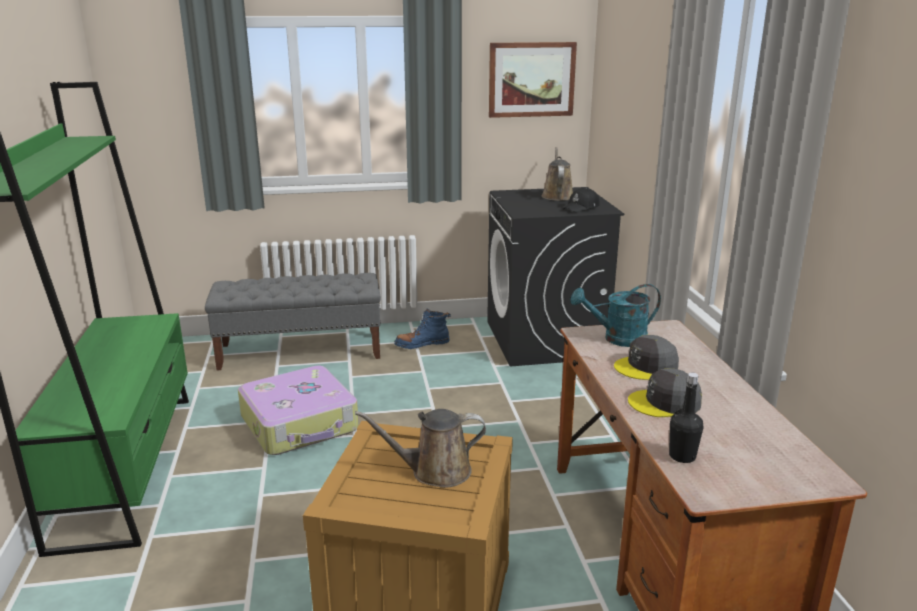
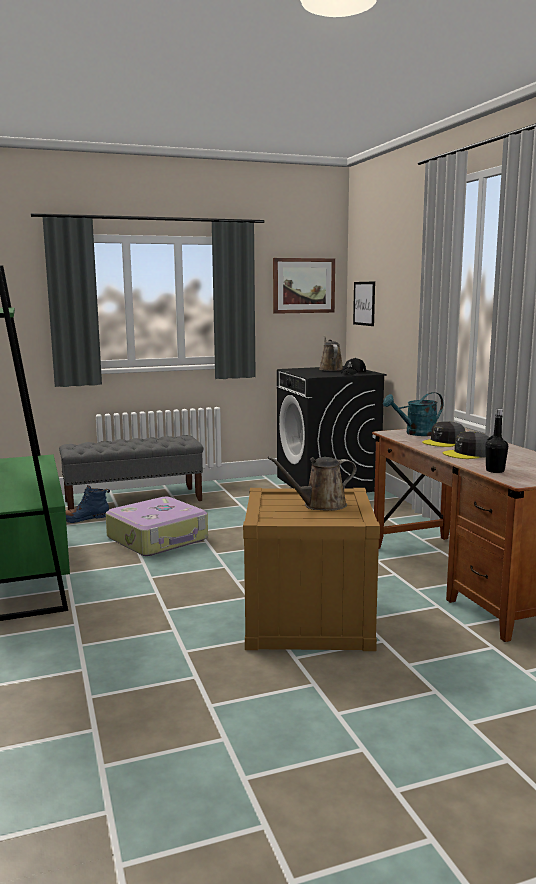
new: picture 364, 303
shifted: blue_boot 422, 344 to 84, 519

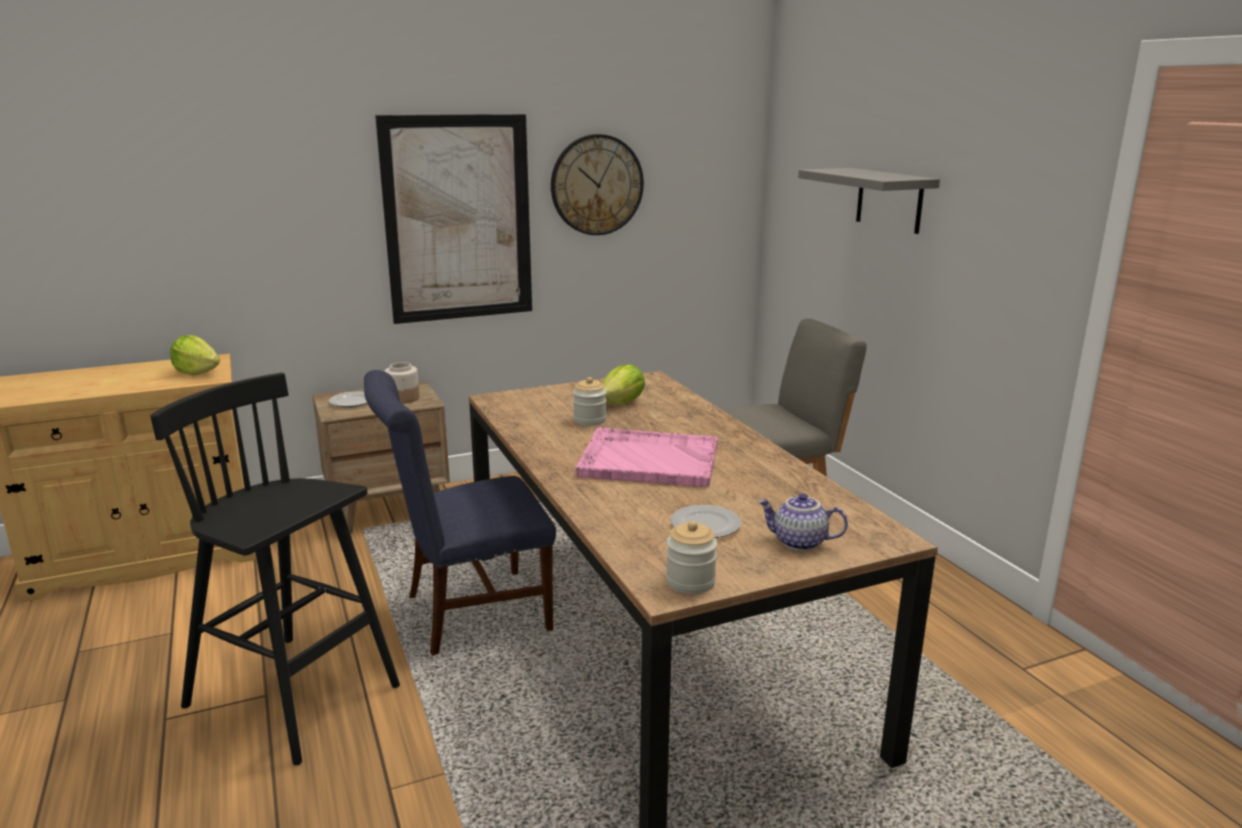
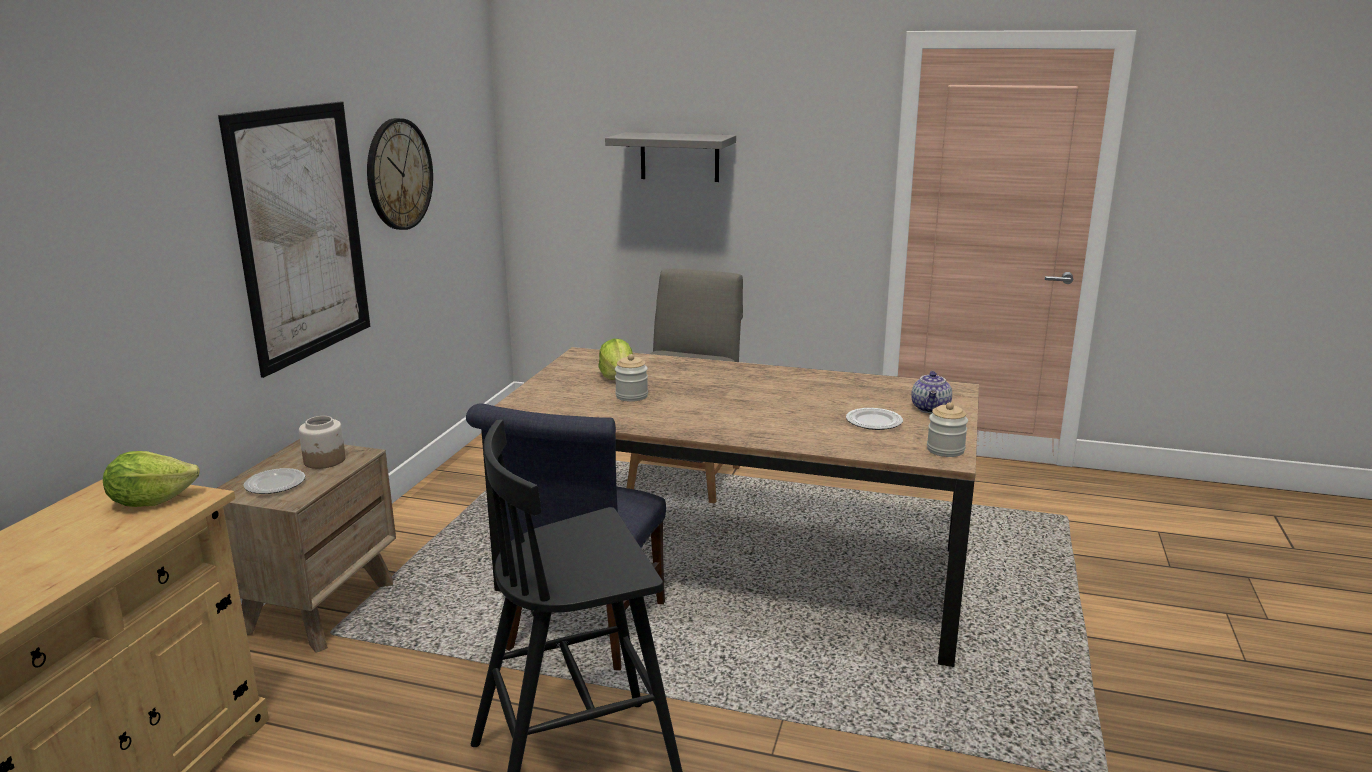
gone: pink_tray 647, 460
rotated: teapot 799, 543 = 931, 409 45 degrees counterclockwise

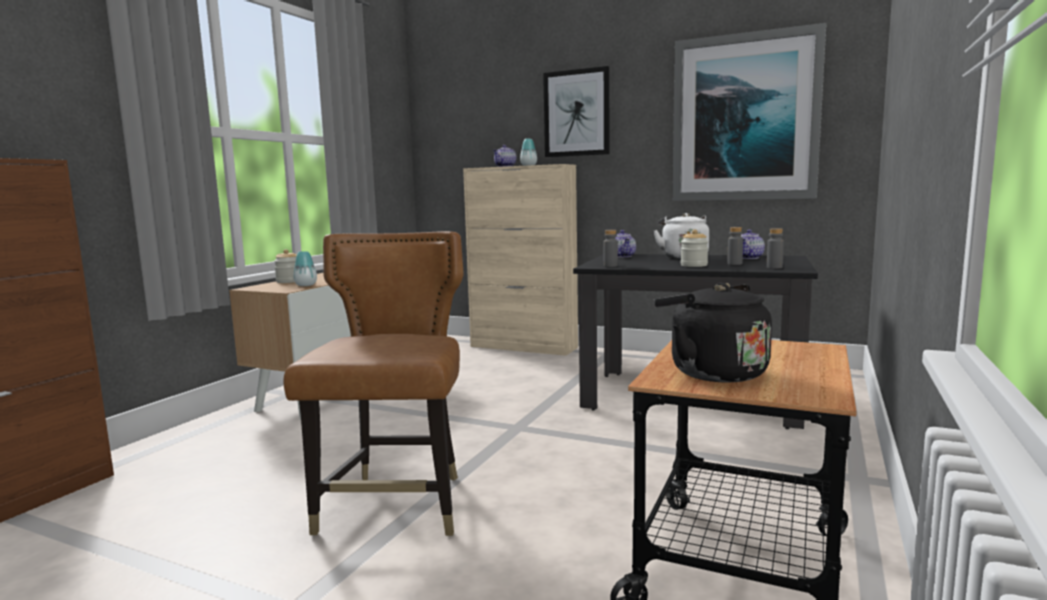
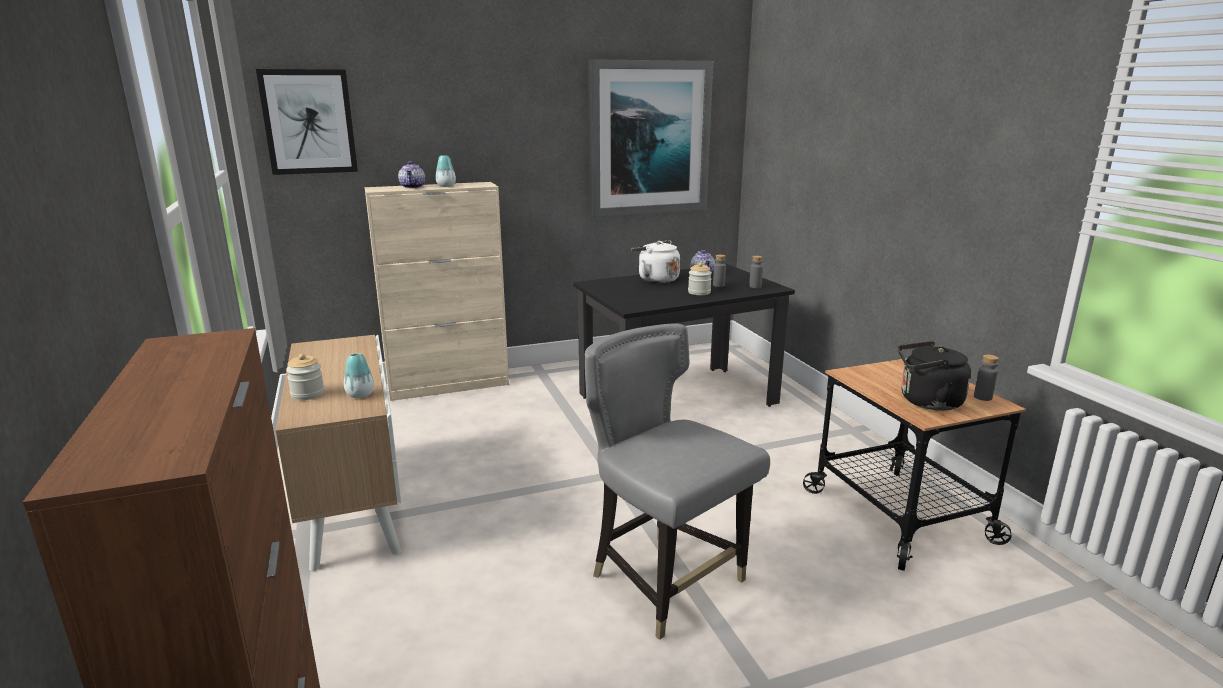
gone: teapot 622, 256
shifted: picture 576, 113 to 309, 122; grey_bottle 610, 266 to 982, 397
repainted: brown_chair 396, 505 to grey_chair 666, 581

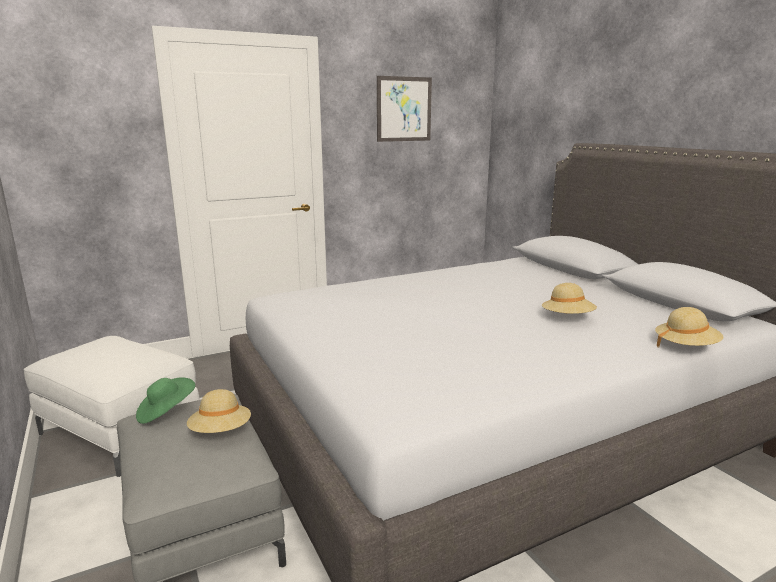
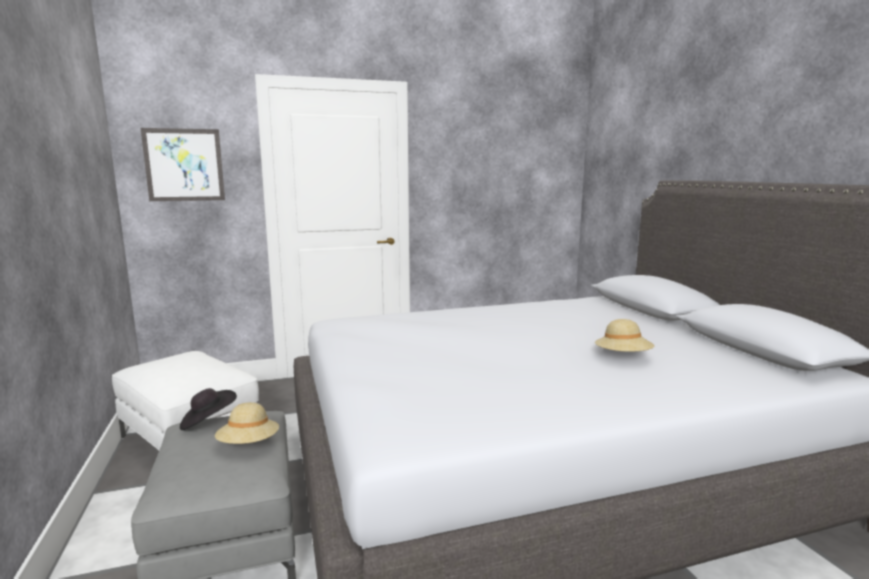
gone: beige_hat 685, 346
shifted: picture 404, 109 to 184, 165
repainted: green_hat 166, 412 to black_hat 208, 422

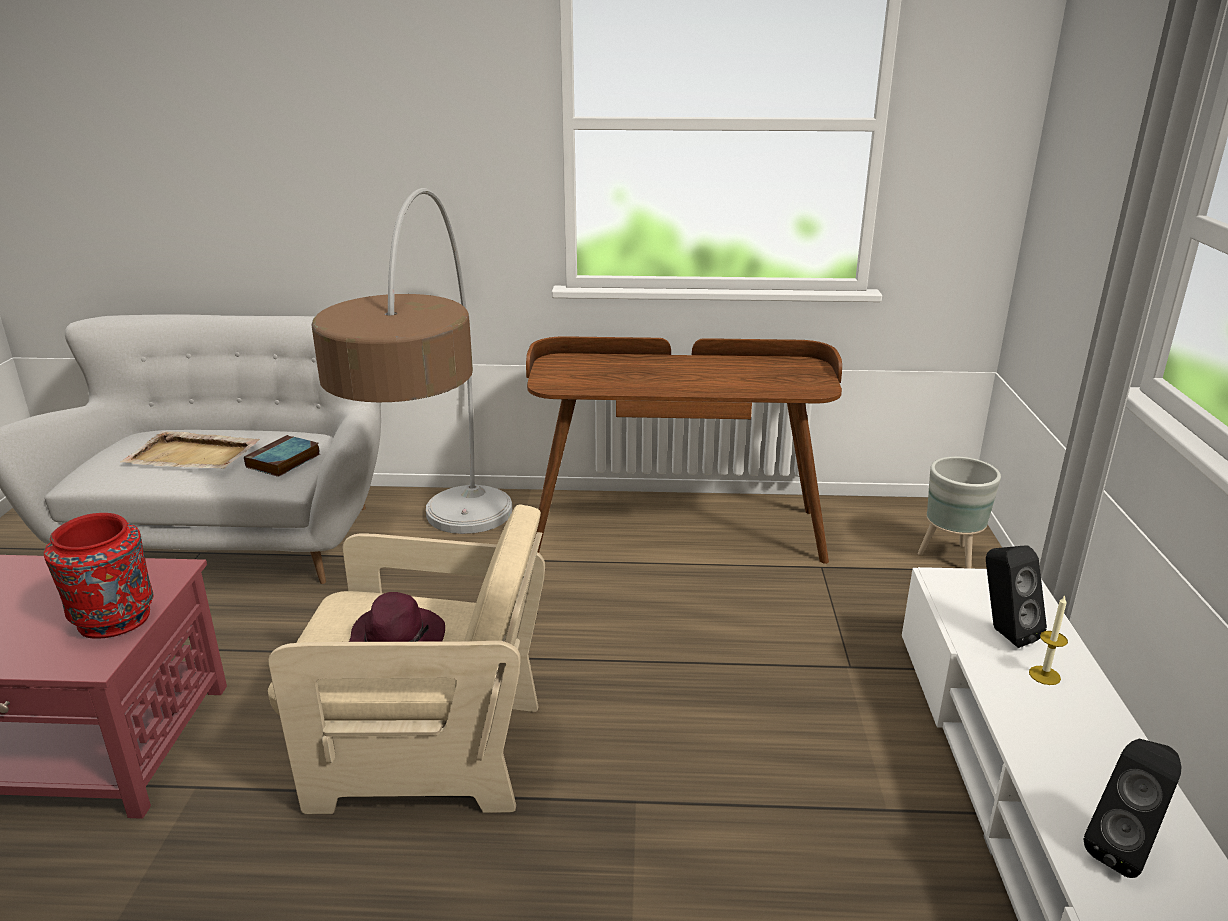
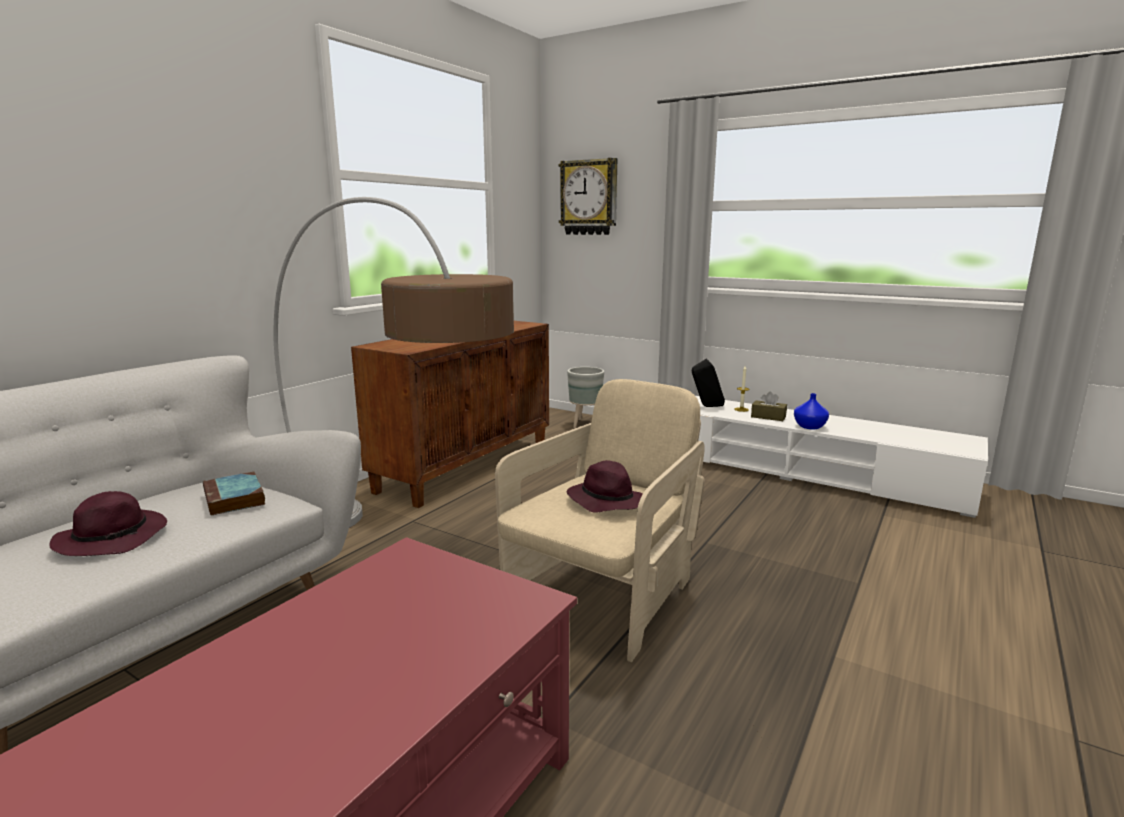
gone: red_vase 114, 620; black_speaker 1124, 850
new: wall_clock 589, 197; brown_tissue_box 768, 417; blue_vase 810, 427
swapped: beige_tray 193, 455 to purple_hat 114, 538; brown_desk 677, 531 to brown_cabinet 466, 466

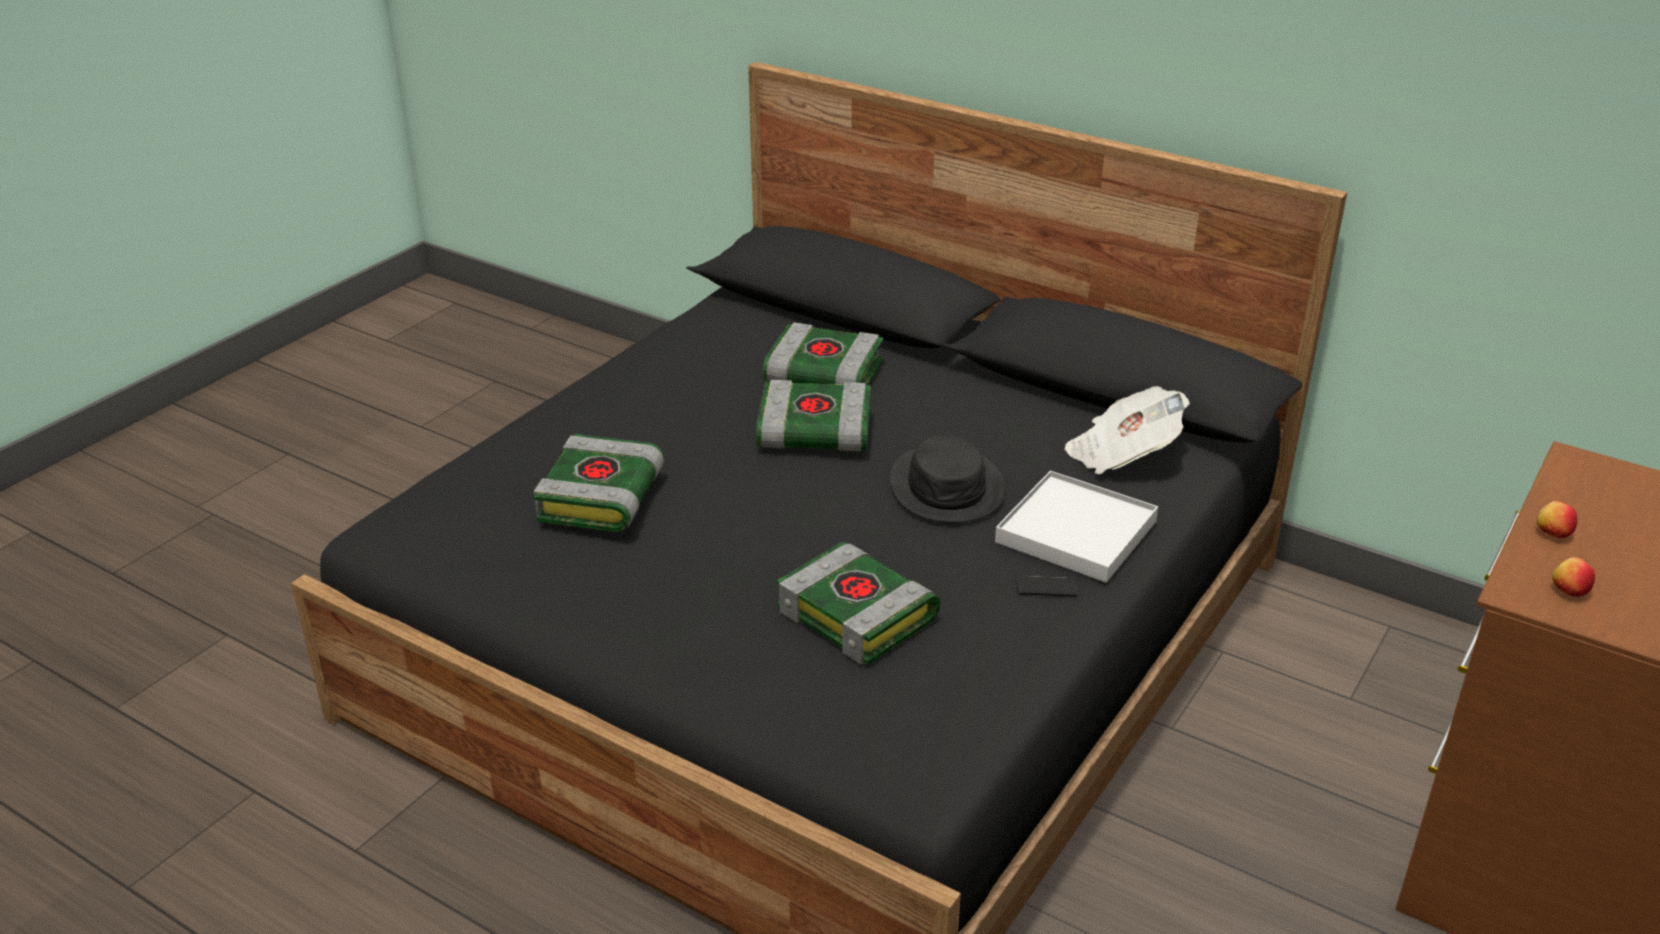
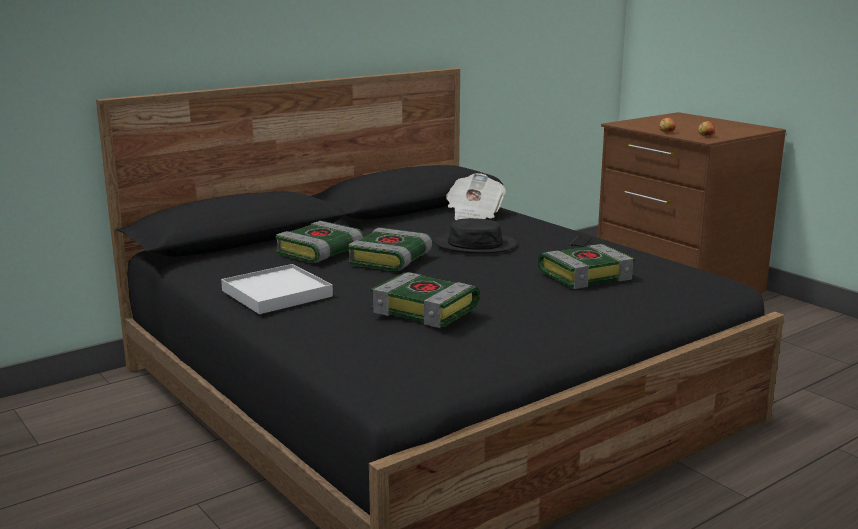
shifted: white_tray 1076, 532 to 277, 293

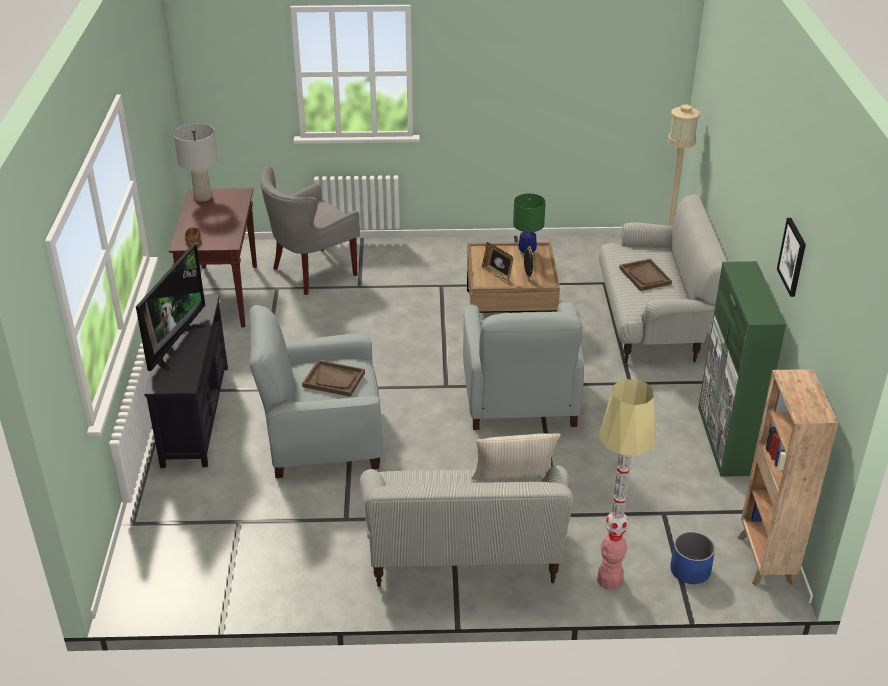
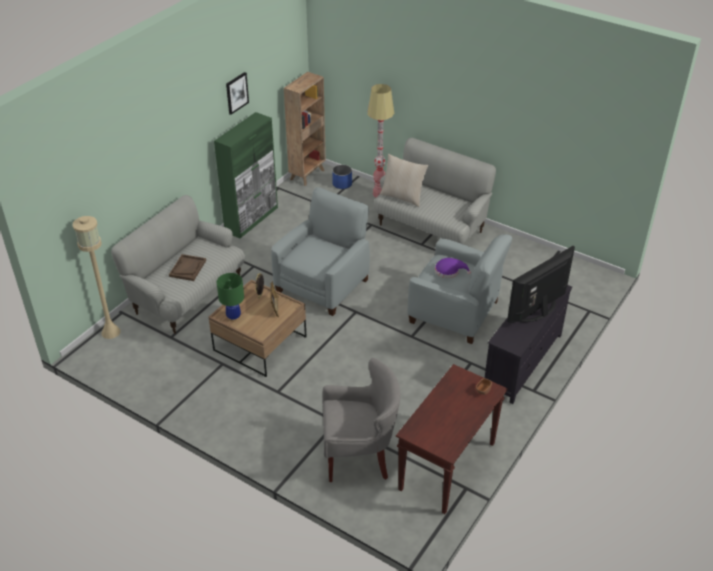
gone: grey_table_lamp 202, 197
swapped: brown_tray 334, 380 to purple_hat 449, 271

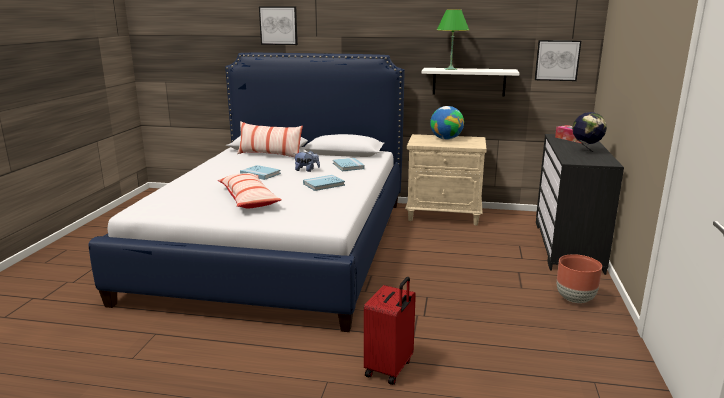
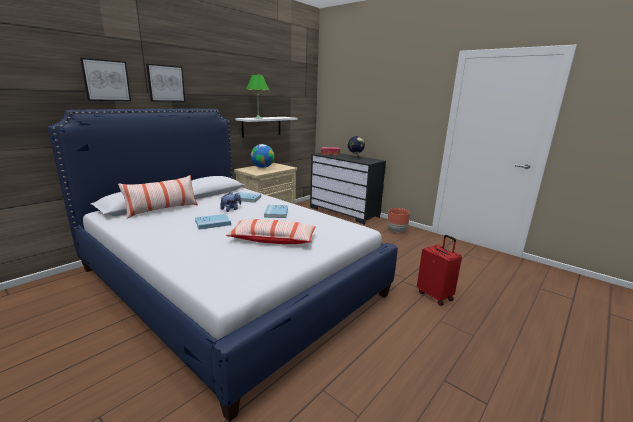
shifted: picture 557, 60 to 165, 83

